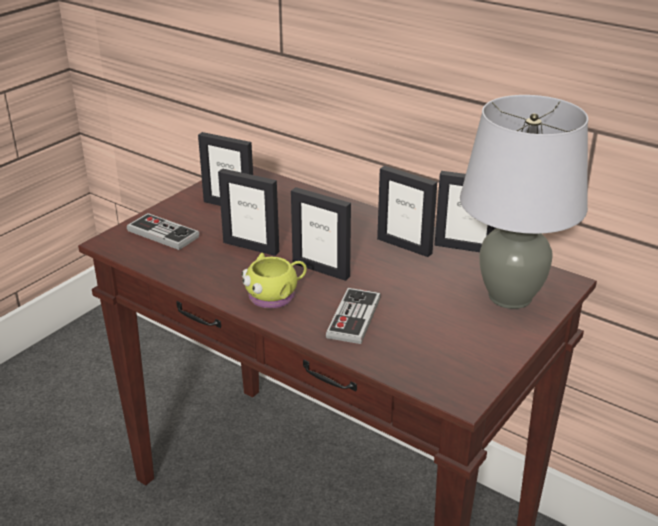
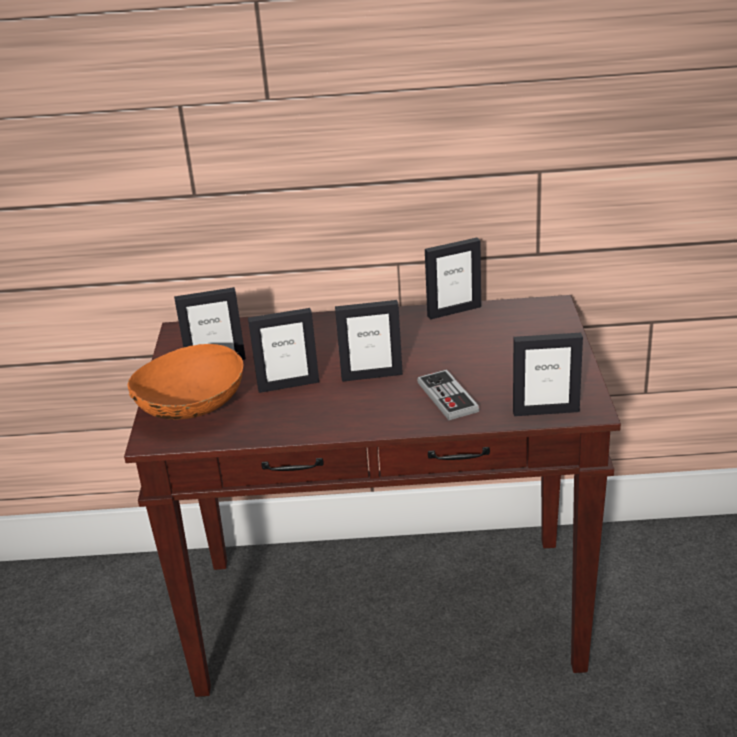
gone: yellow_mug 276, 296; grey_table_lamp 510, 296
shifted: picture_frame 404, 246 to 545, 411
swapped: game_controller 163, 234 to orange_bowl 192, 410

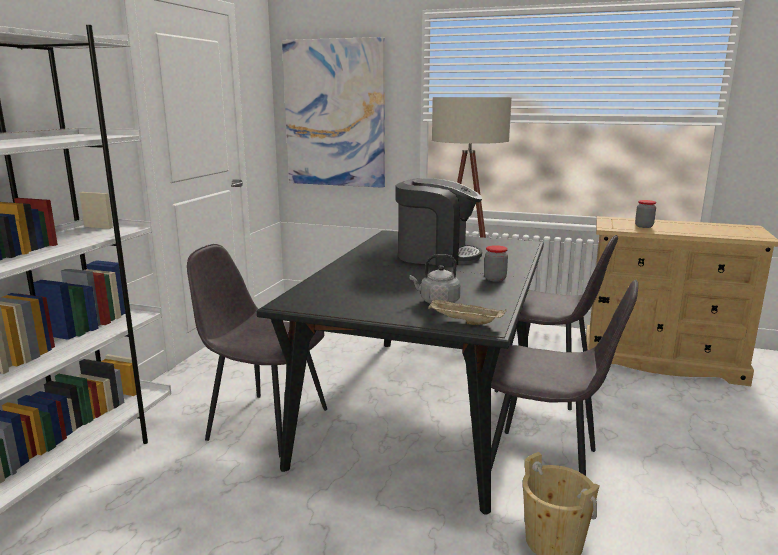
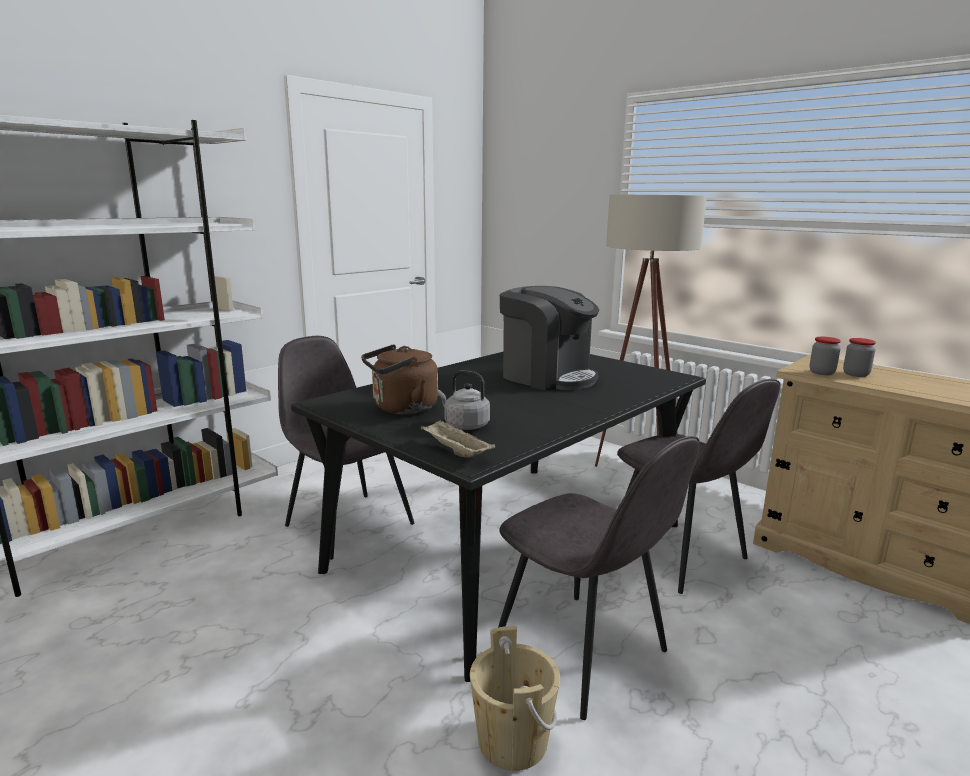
gone: picture 335, 114
new: brown_kettle 401, 408
shifted: jar 495, 279 to 821, 373

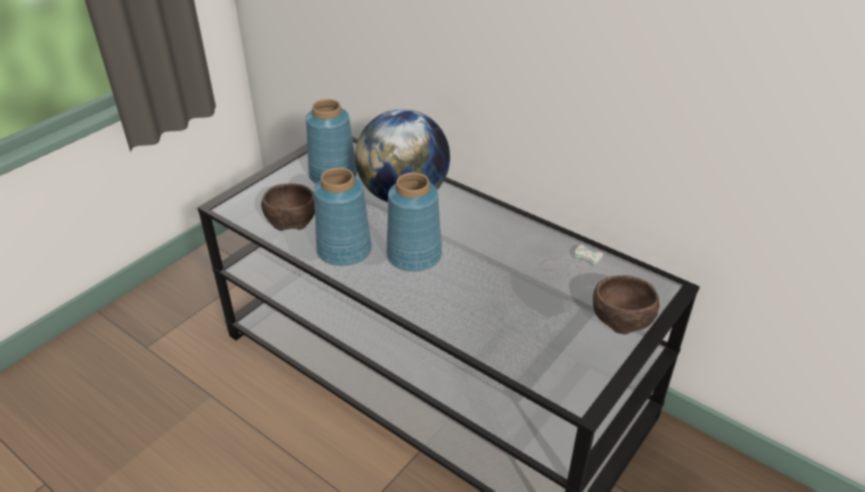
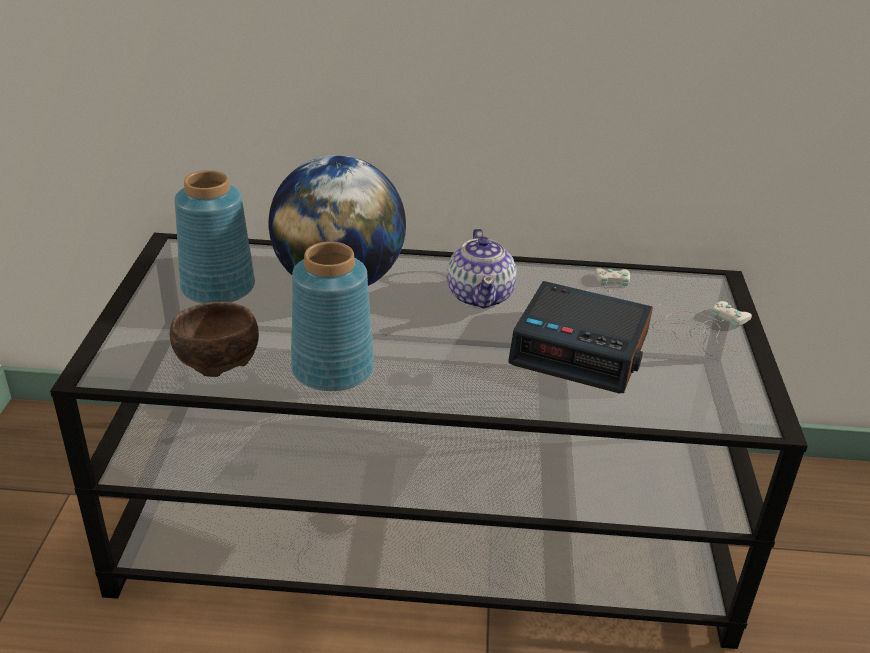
gone: blue_vase 414, 255
new: teapot 480, 296; alarm_clock 581, 349
swapped: brown_bowl 620, 317 to white_game_controller 708, 325

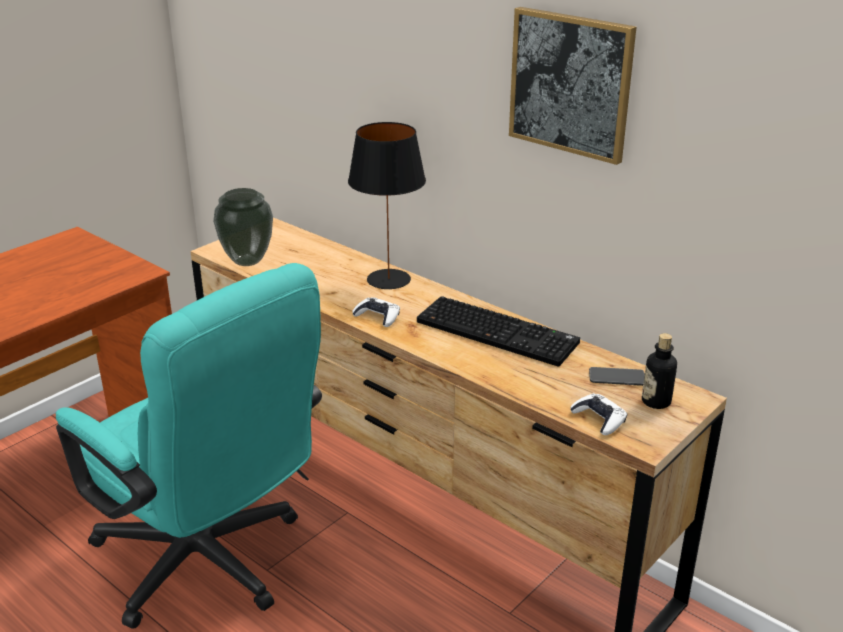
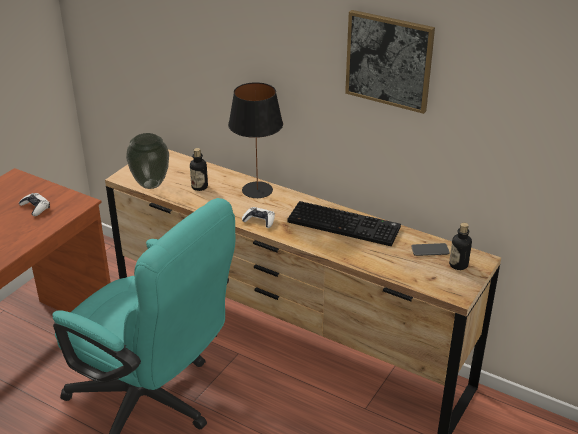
new: bottle 199, 187
shifted: white_game_controller 599, 419 to 35, 207

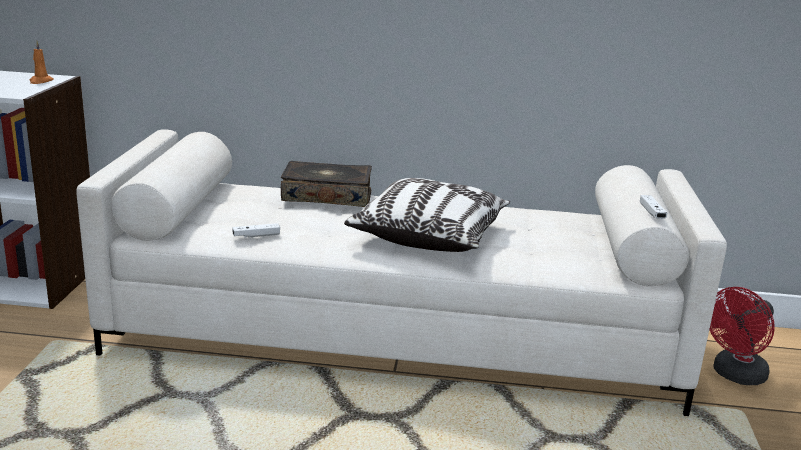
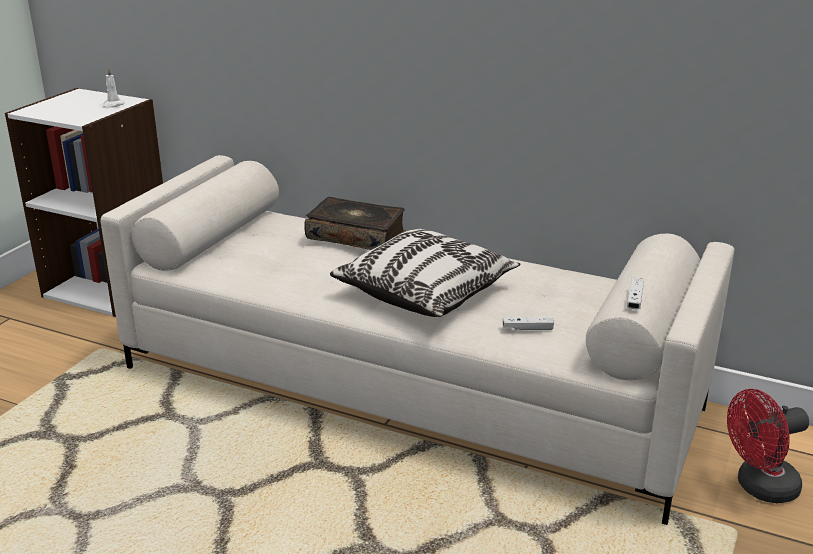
shifted: white_game_controller 256, 236 to 527, 328
repainted: orange_candle 40, 81 to white_candle 113, 105

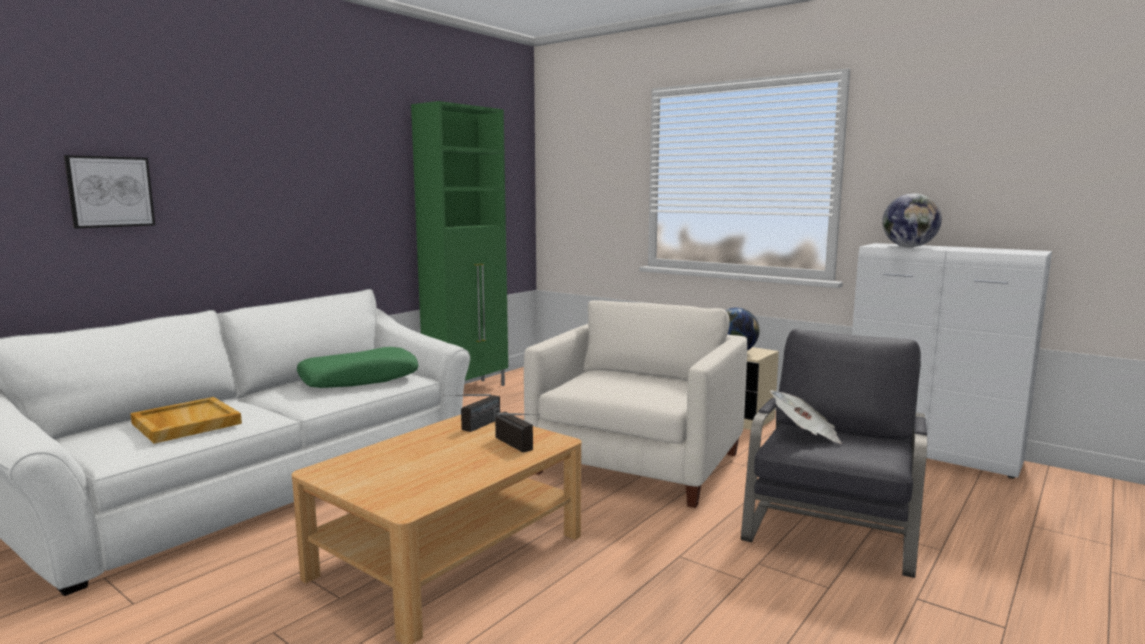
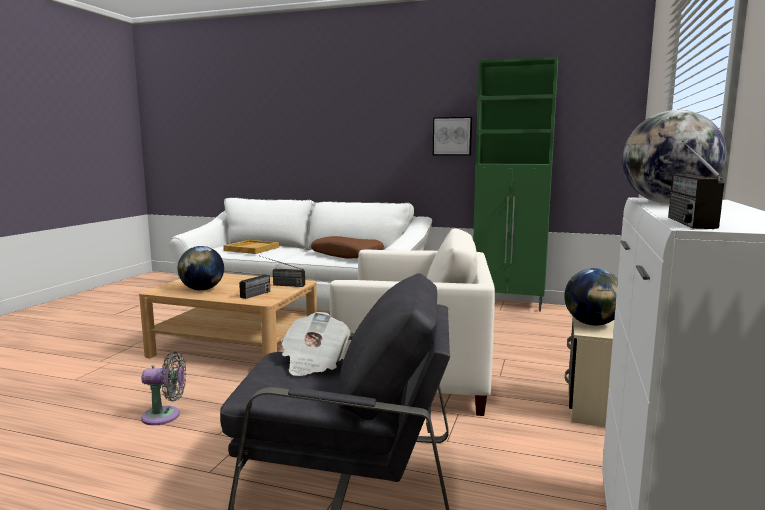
new: grey_fan 165, 416; globe 202, 289; radio 681, 219
shifted: picture 110, 192 to 452, 136
repainted: green_pillow 359, 379 to brown_pillow 347, 255

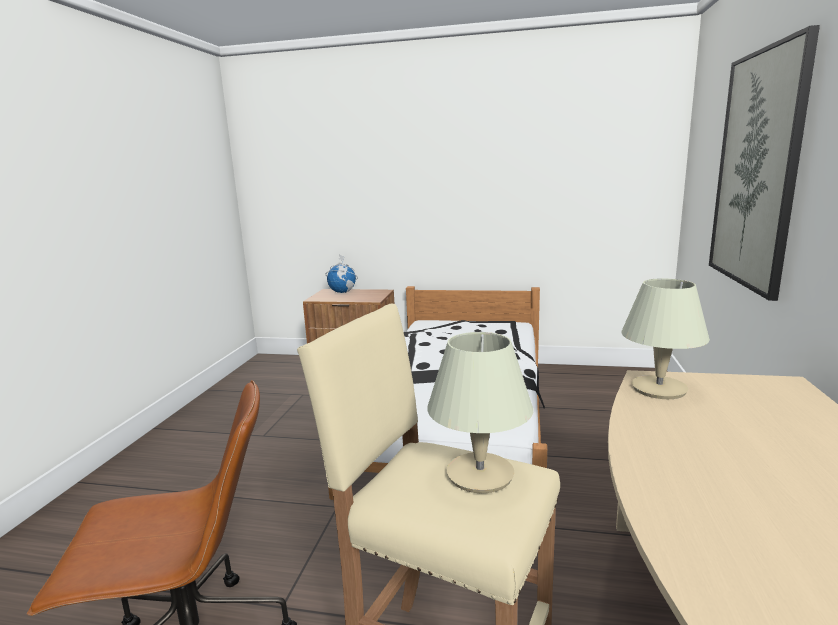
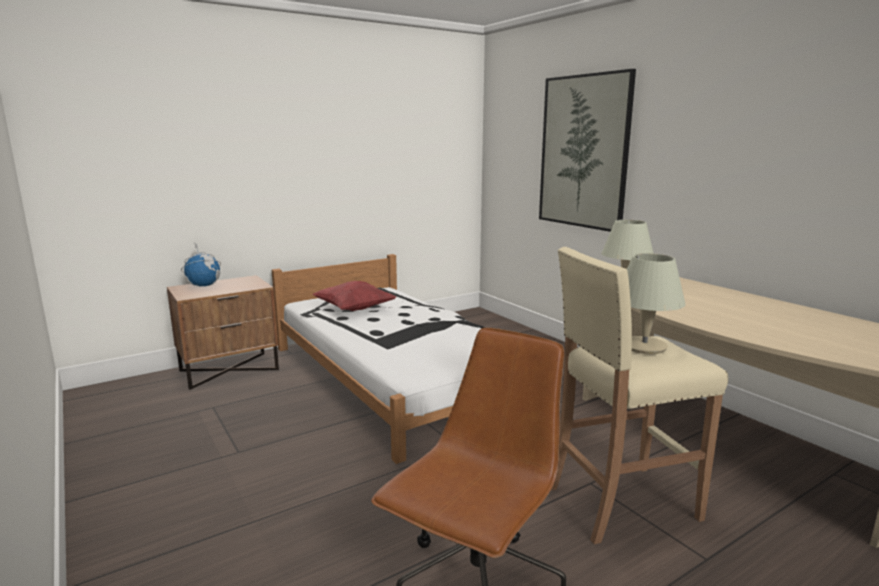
new: red_pillow 354, 309

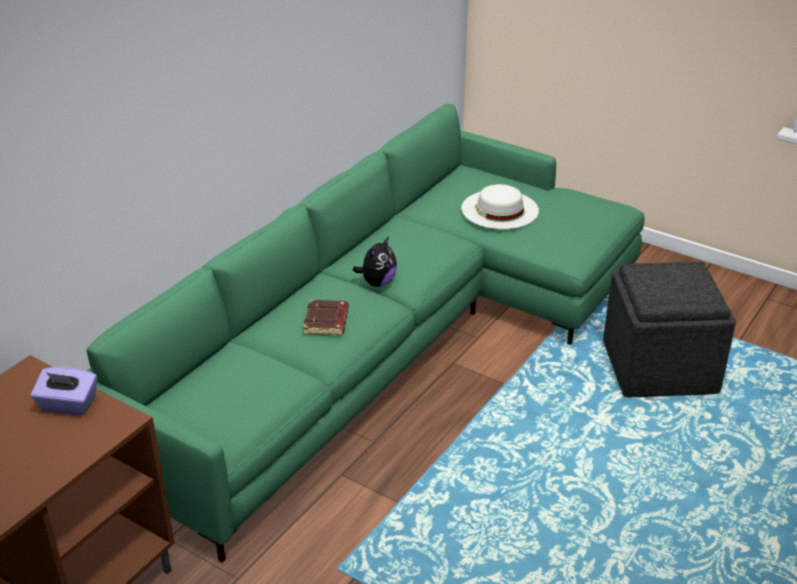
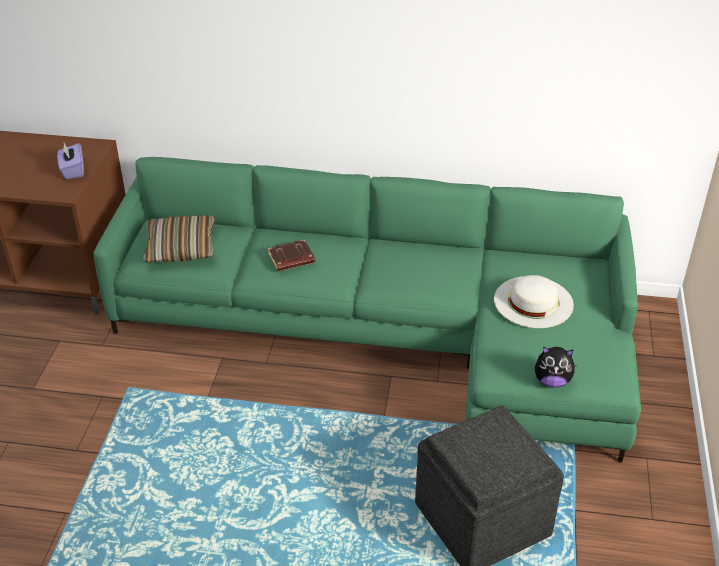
new: pillow 181, 248
shifted: plush_toy 377, 282 to 552, 381

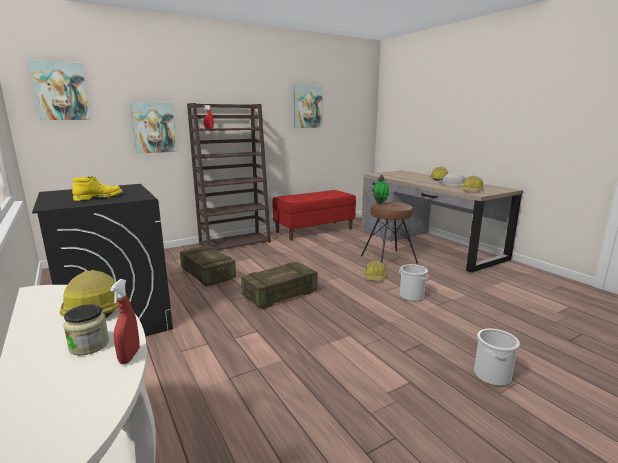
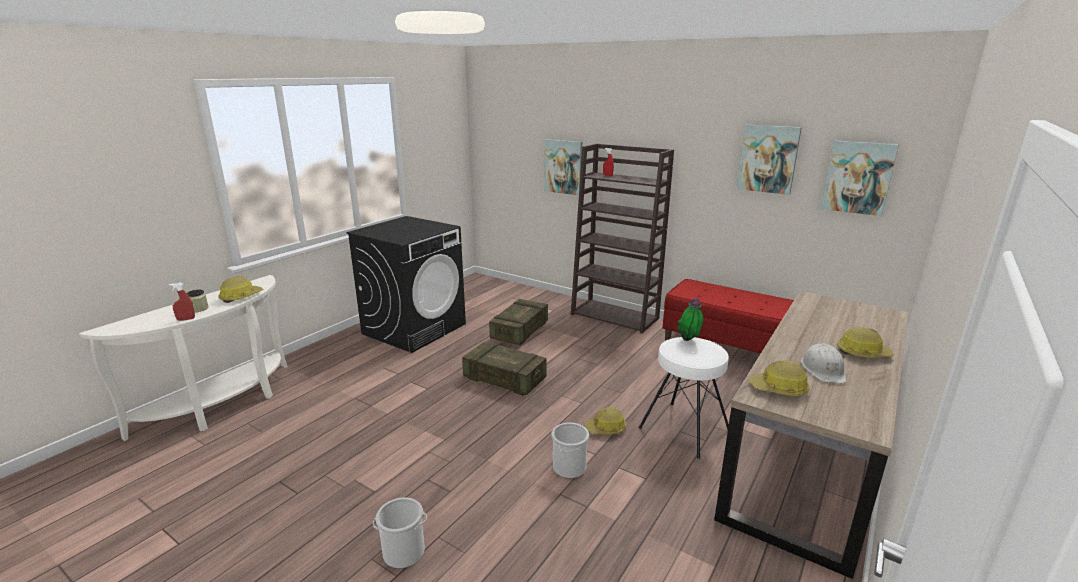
gone: yellow_boot 99, 197
shifted: picture 61, 91 to 858, 177
repainted: brown_stool 388, 259 to white_stool 684, 428

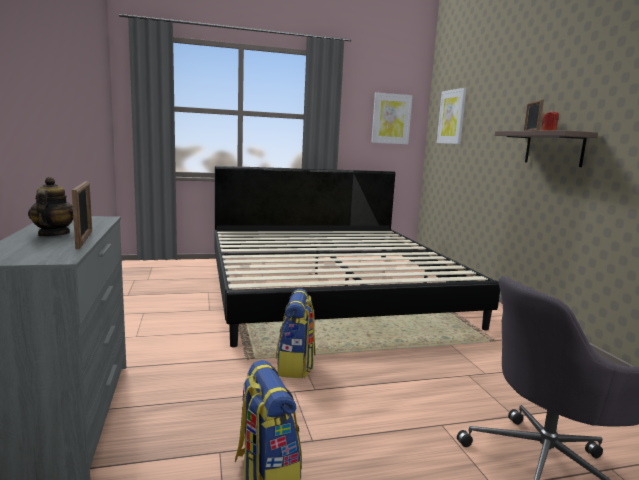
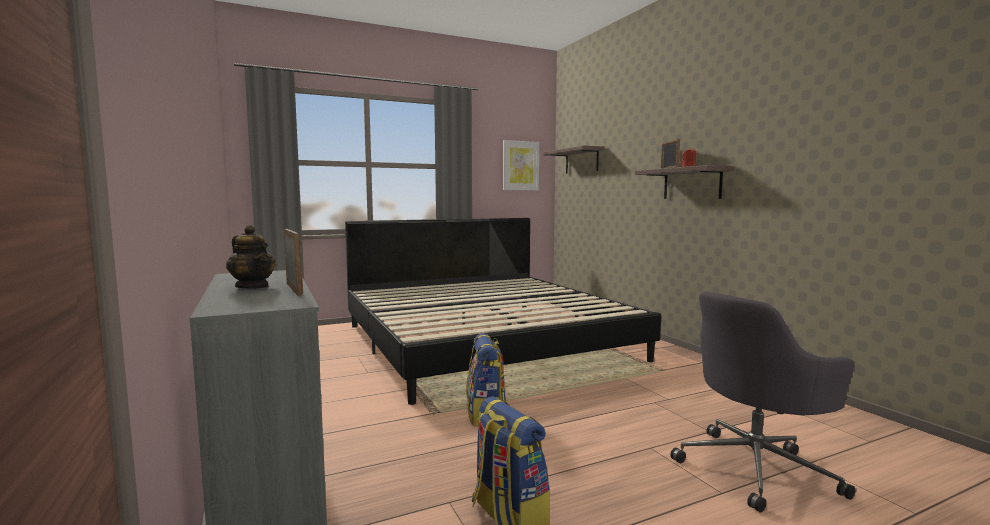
swapped: picture 451, 117 to shelf 581, 161
rotated: teapot 53, 234 = 253, 287 150 degrees clockwise

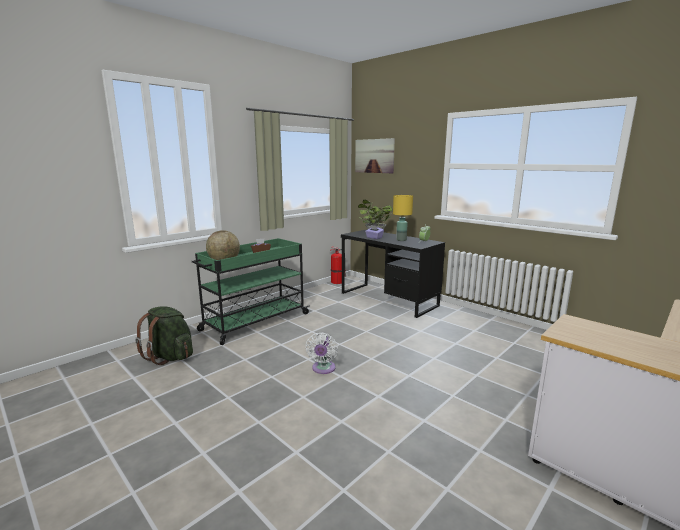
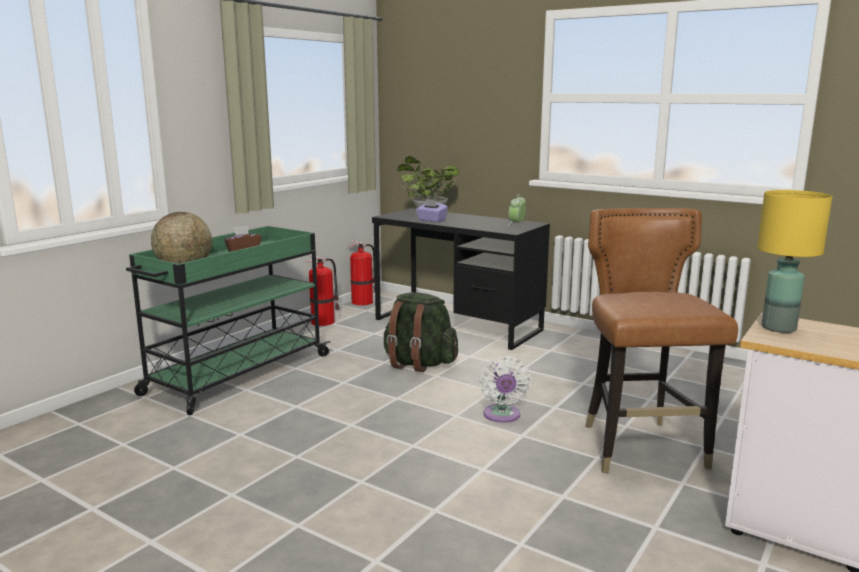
gone: picture 374, 156
new: fire_extinguisher 324, 322; brown_chair 641, 448
shifted: green_backpack 170, 356 to 419, 364; white_fan 323, 369 to 502, 416; yellow_table_lamp 401, 240 to 778, 328

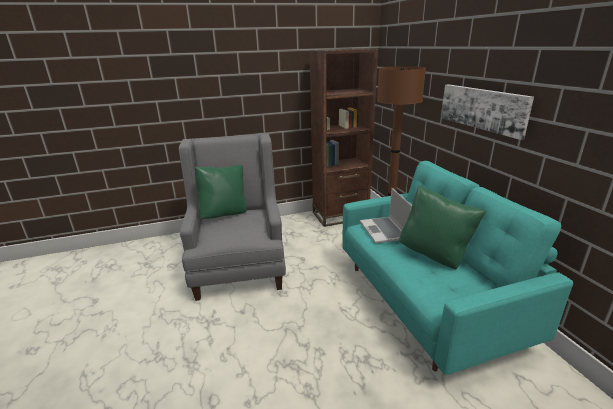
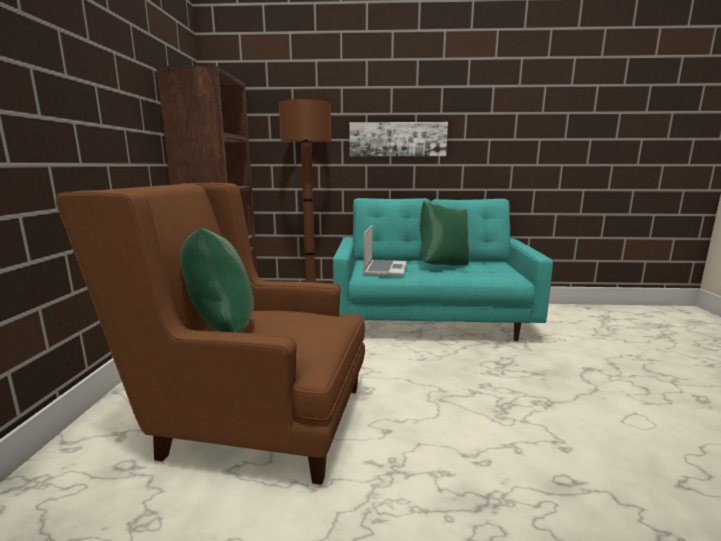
repainted: grey_armchair 239, 264 to brown_armchair 251, 418
rotated: laptop 384, 231 = 384, 269 90 degrees counterclockwise

